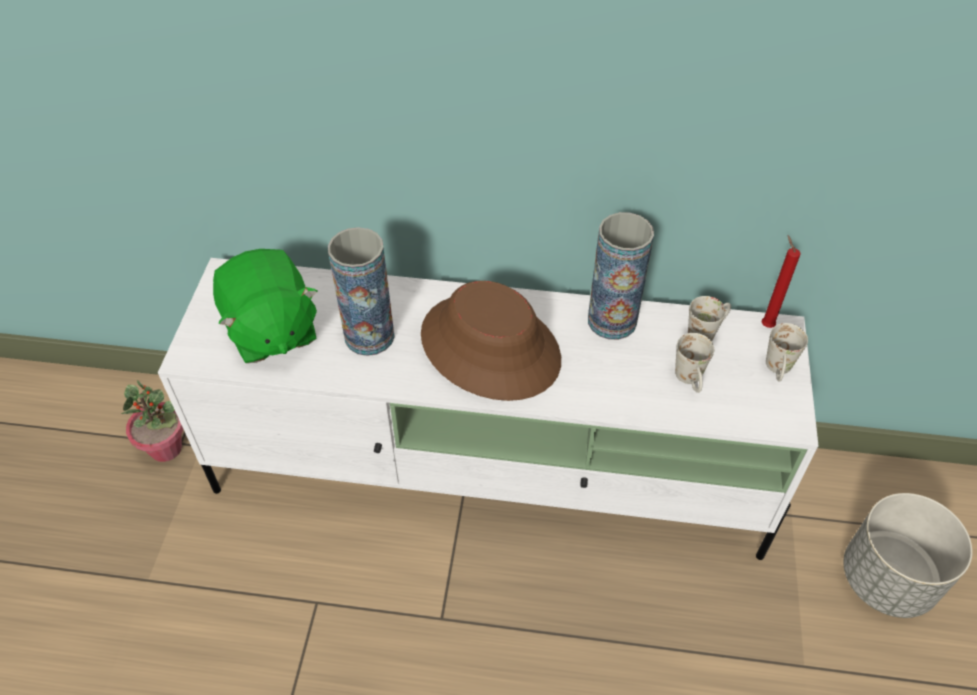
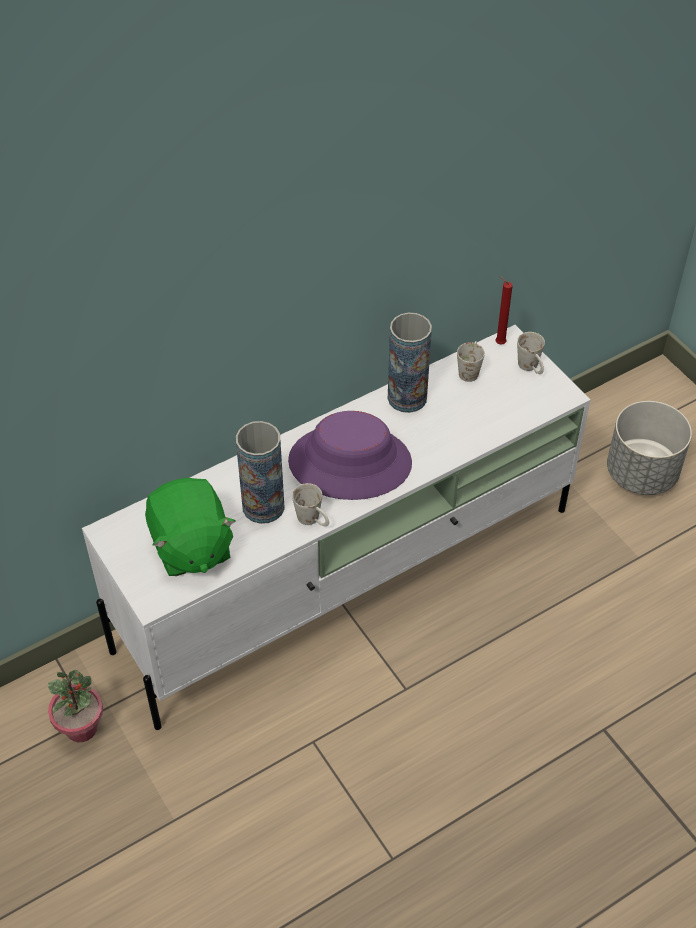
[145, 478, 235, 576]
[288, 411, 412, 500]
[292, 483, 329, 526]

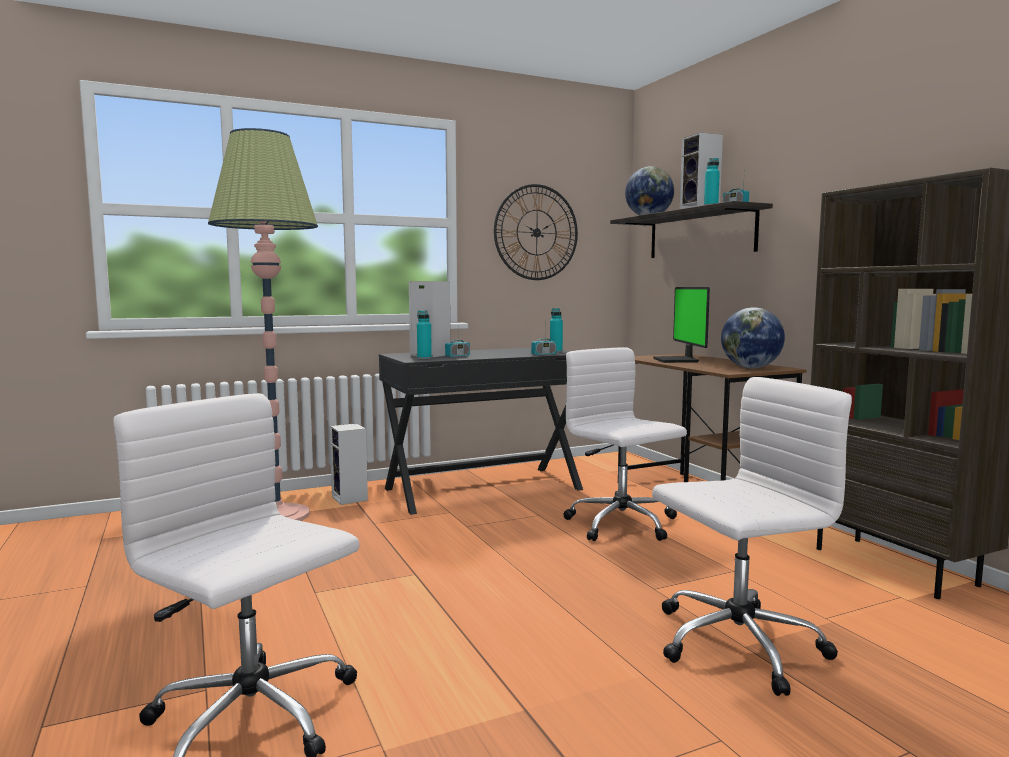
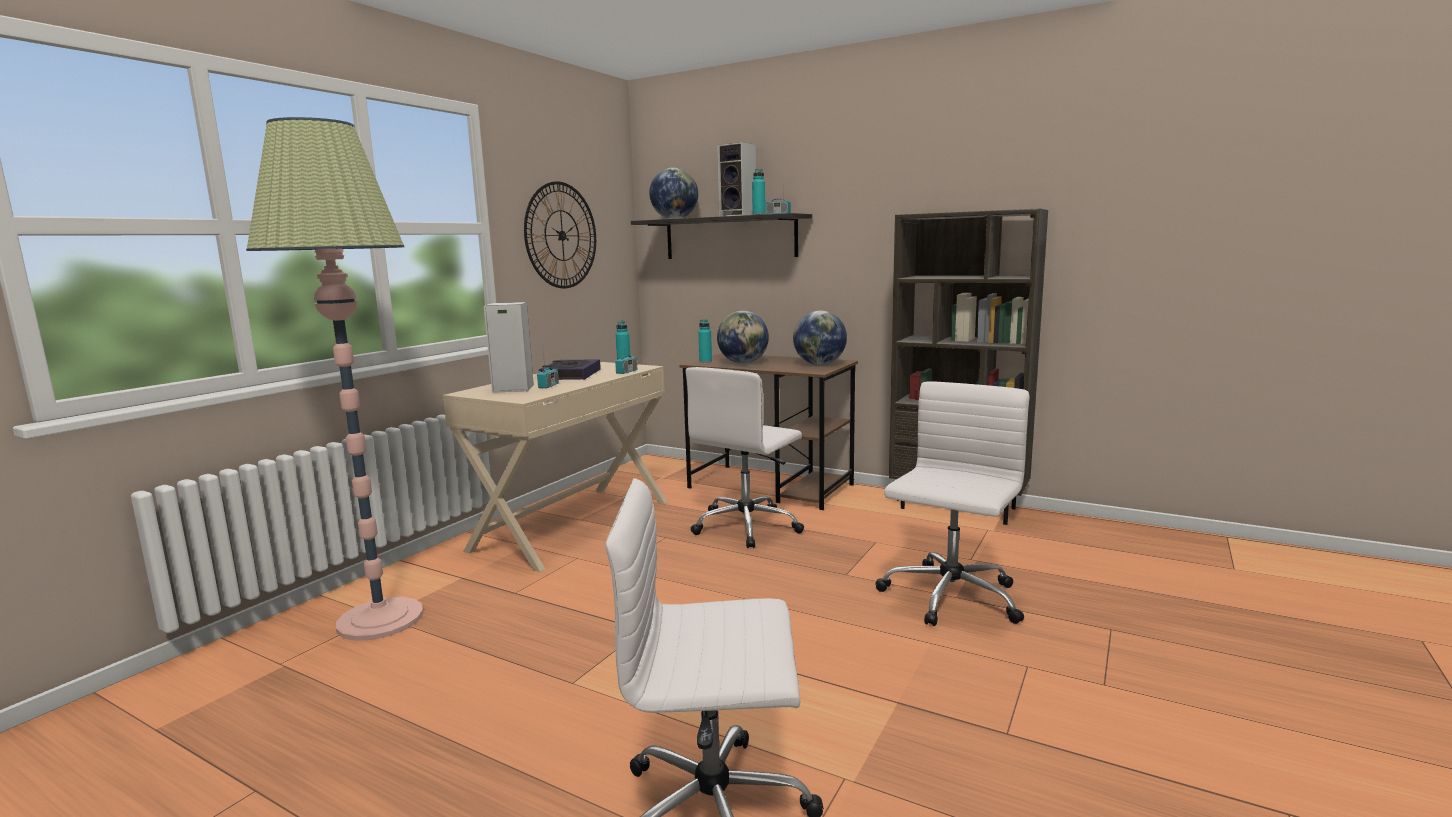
[330, 423, 368, 505] (first image)
[443, 362, 668, 572]
[698, 319, 712, 363]
[686, 367, 804, 548]
[717, 311, 769, 364]
[539, 359, 601, 380]

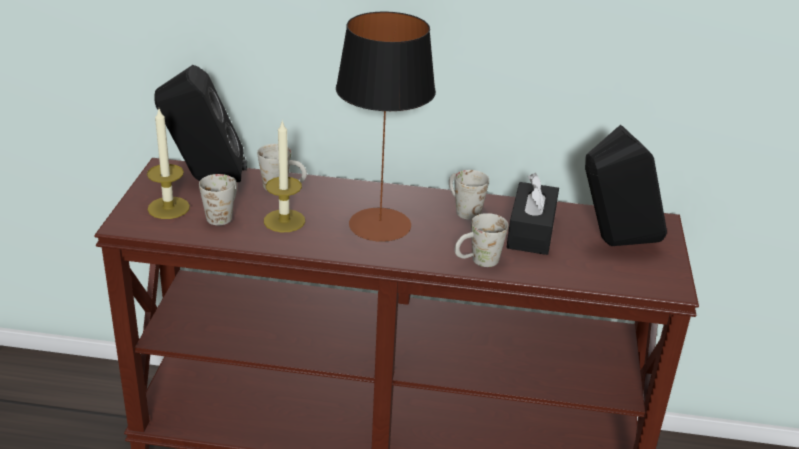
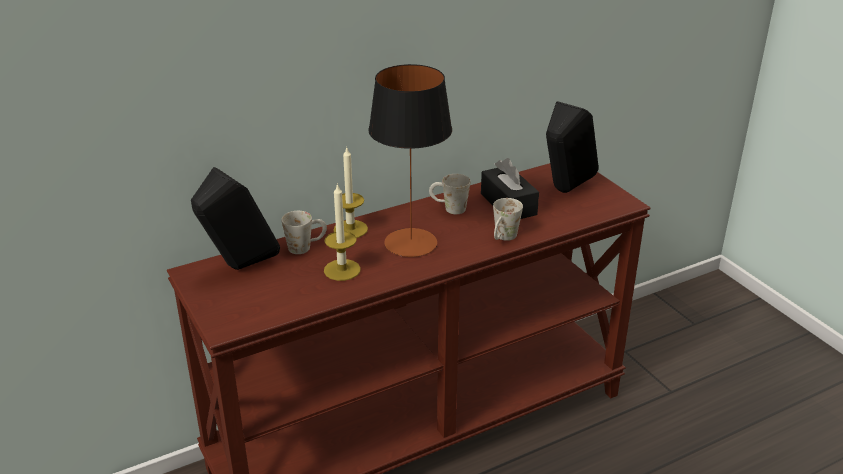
[333, 148, 368, 238]
[199, 174, 237, 225] (first image)

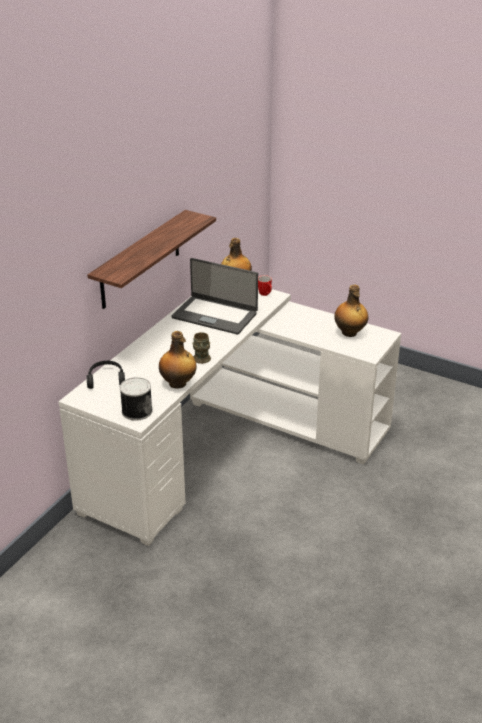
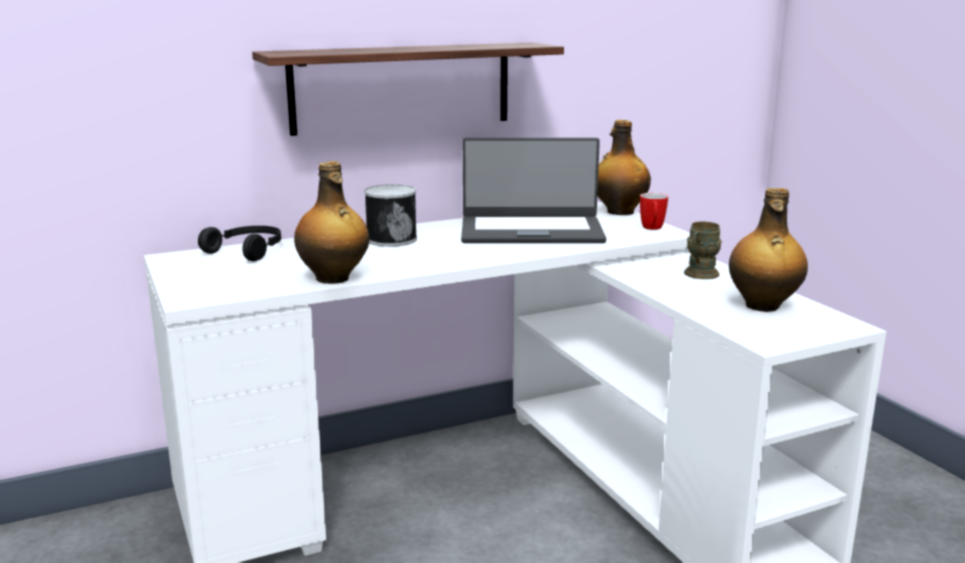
[364, 184, 417, 247]
[461, 138, 606, 243]
[684, 222, 722, 279]

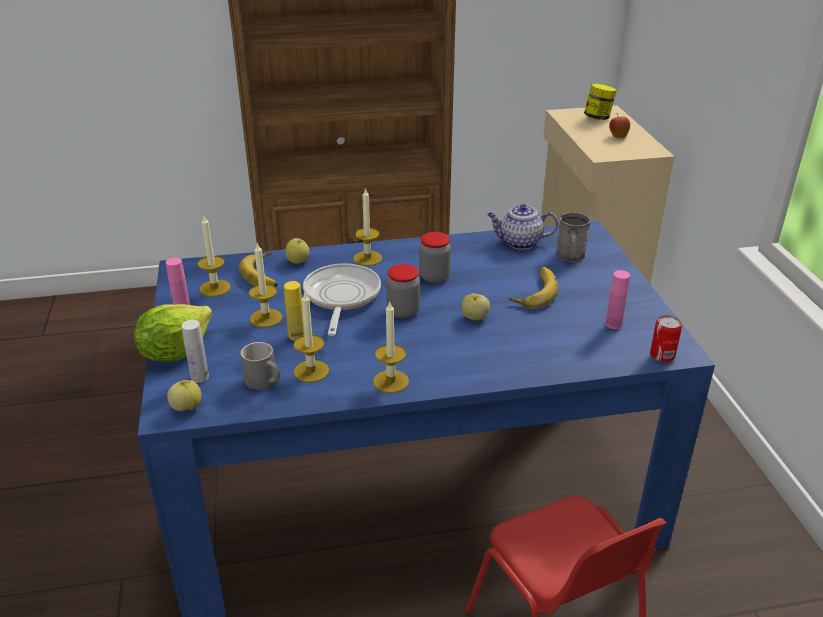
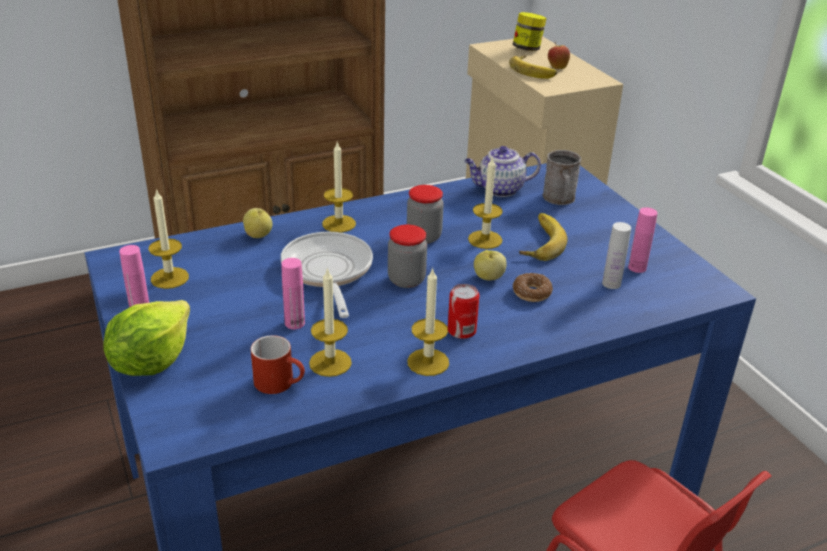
[167, 380, 202, 411] (first image)
[602, 222, 631, 289]
[509, 55, 557, 79]
[251, 335, 305, 394]
[468, 156, 503, 249]
[281, 258, 305, 329]
[448, 284, 479, 339]
[513, 273, 553, 302]

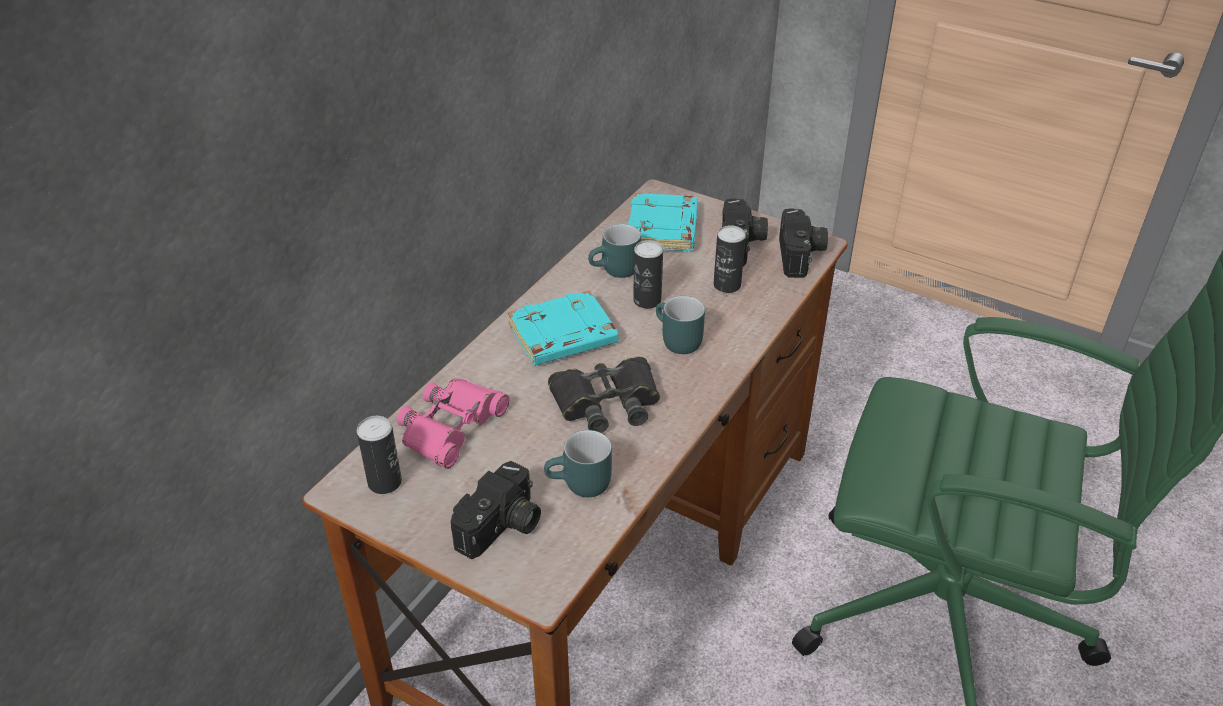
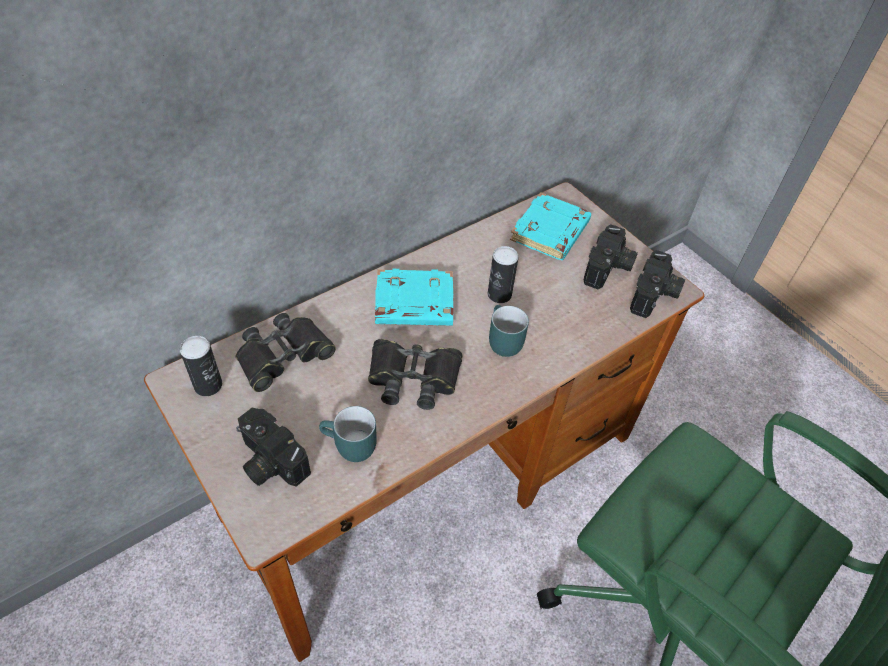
[235, 313, 336, 392]
[236, 408, 311, 487]
[588, 224, 641, 278] (first image)
[714, 225, 746, 293] (first image)

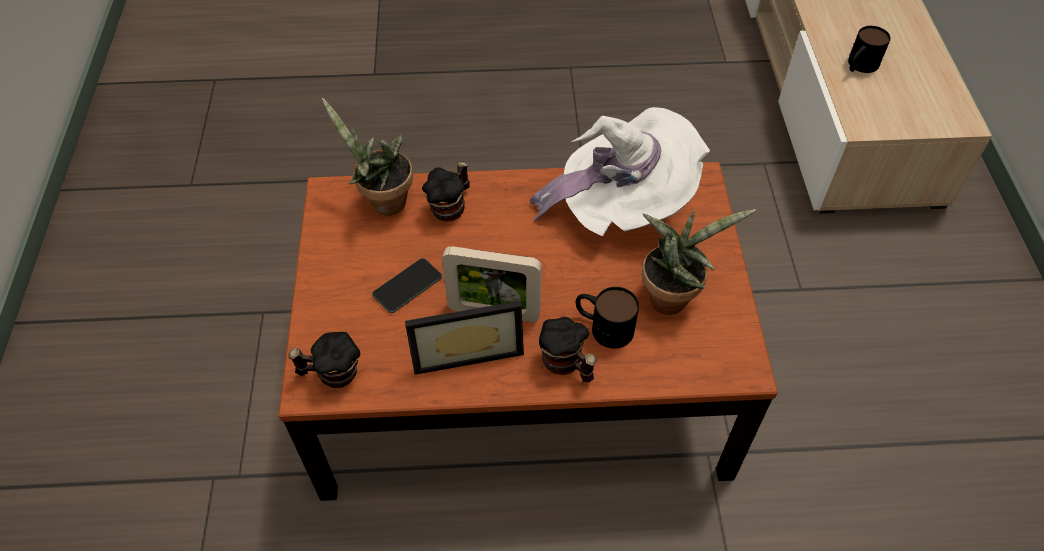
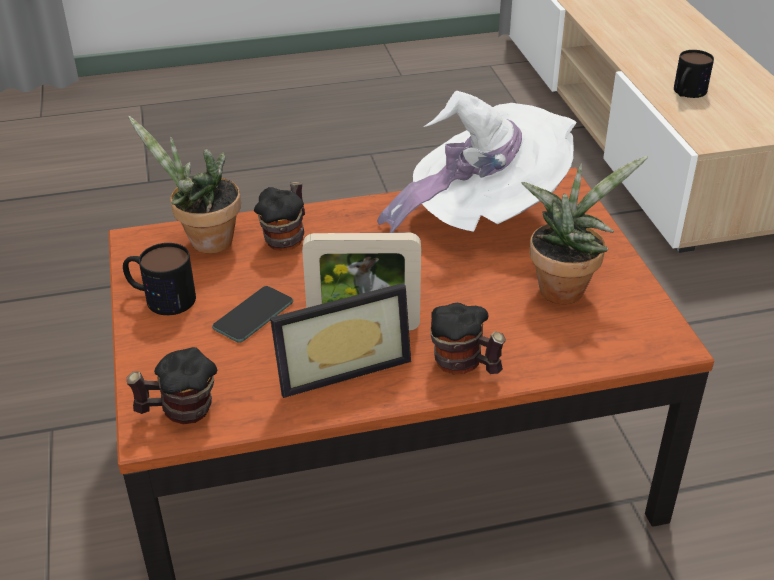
[123, 243, 196, 315]

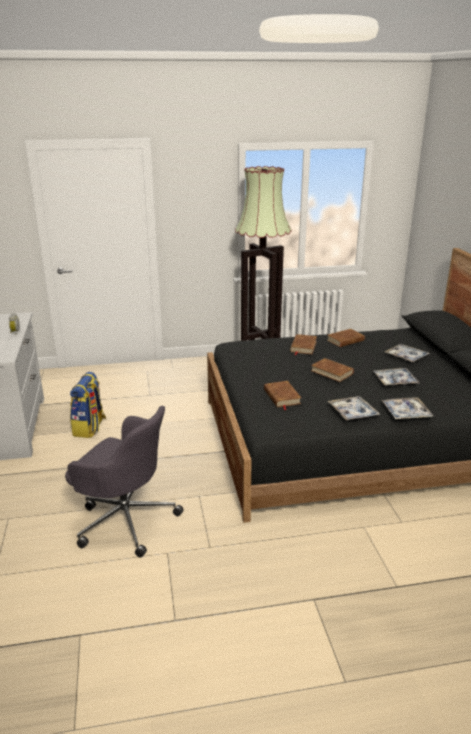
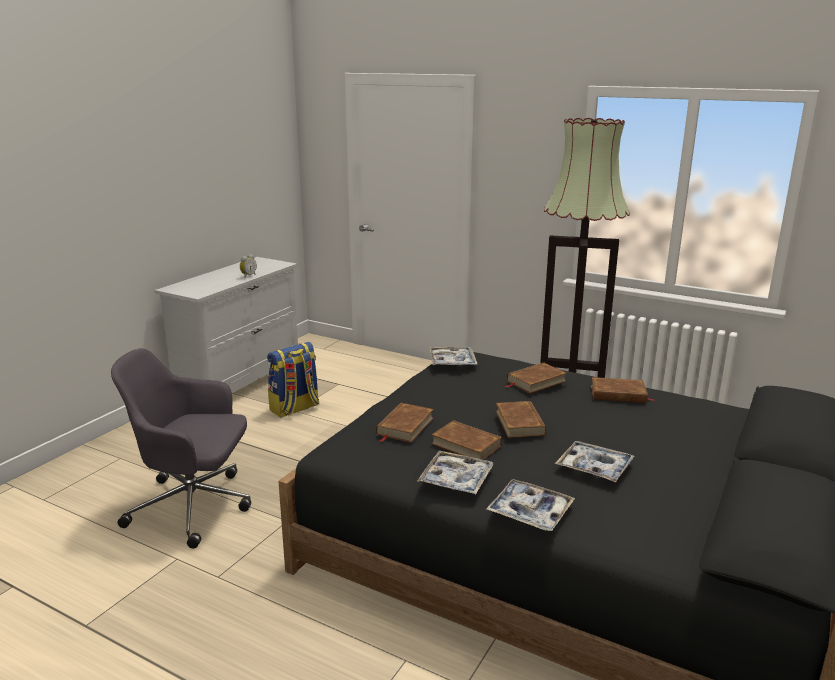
[111, 348, 251, 549]
[429, 347, 478, 366]
[431, 420, 502, 460]

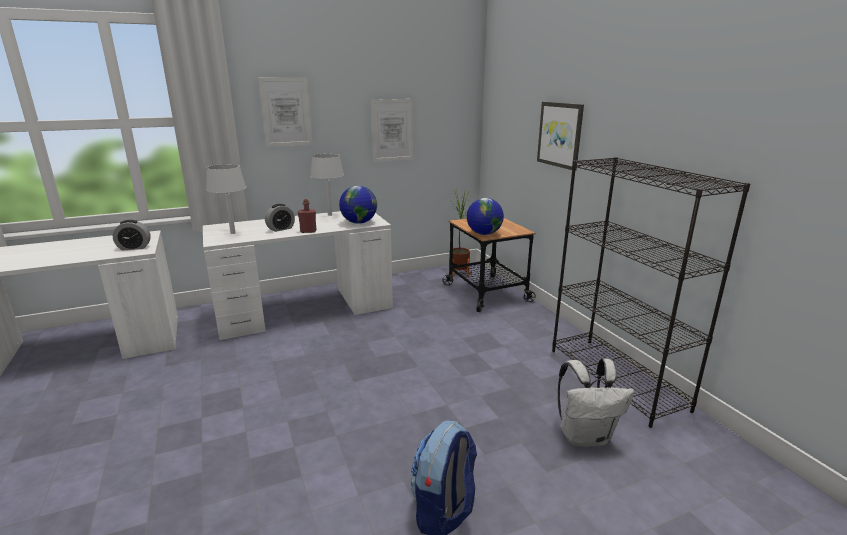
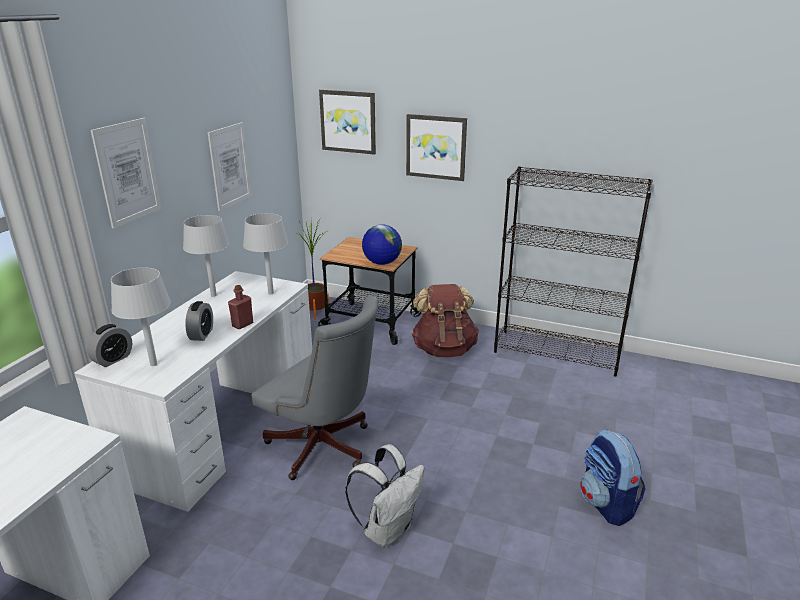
[87, 324, 132, 367]
[243, 213, 288, 294]
[345, 444, 424, 547]
[251, 296, 379, 480]
[319, 90, 376, 155]
[412, 284, 479, 357]

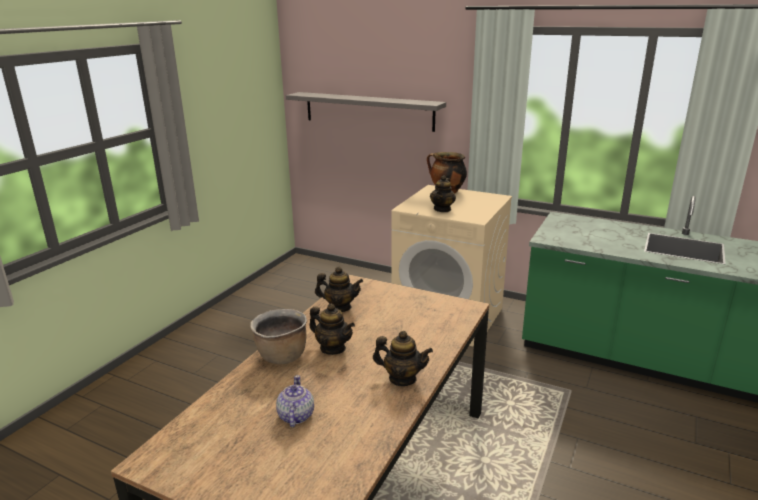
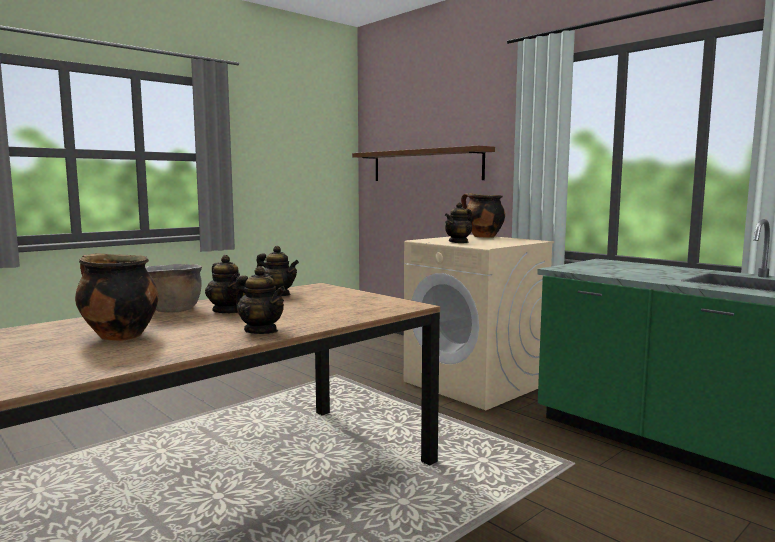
[75, 253, 158, 341]
[352, 145, 495, 181]

